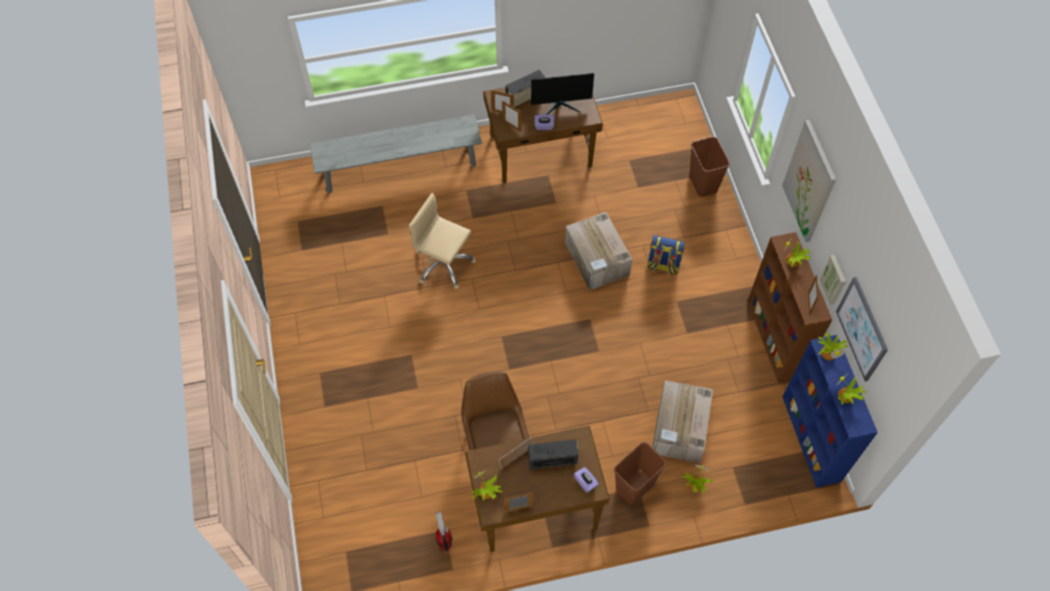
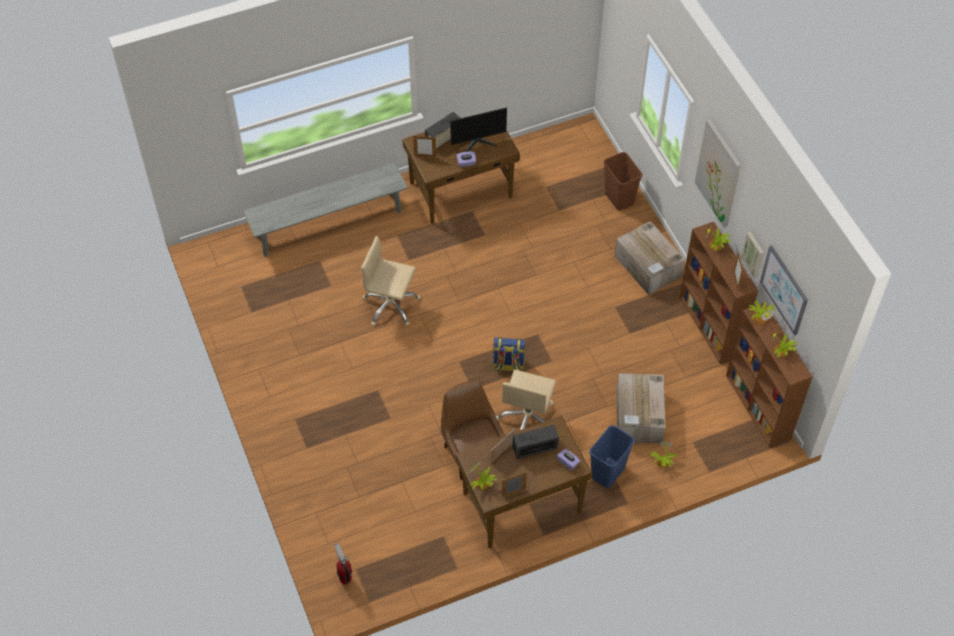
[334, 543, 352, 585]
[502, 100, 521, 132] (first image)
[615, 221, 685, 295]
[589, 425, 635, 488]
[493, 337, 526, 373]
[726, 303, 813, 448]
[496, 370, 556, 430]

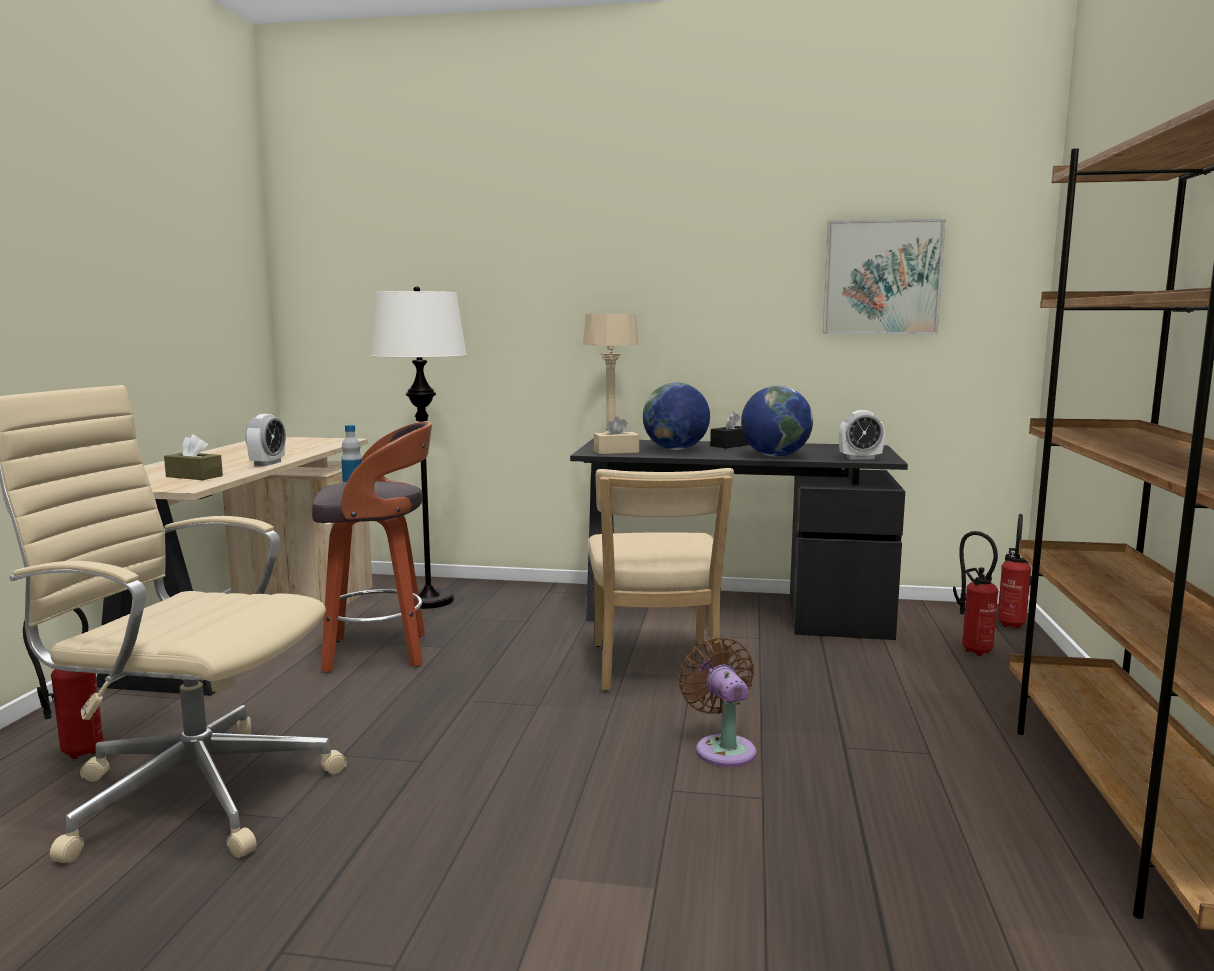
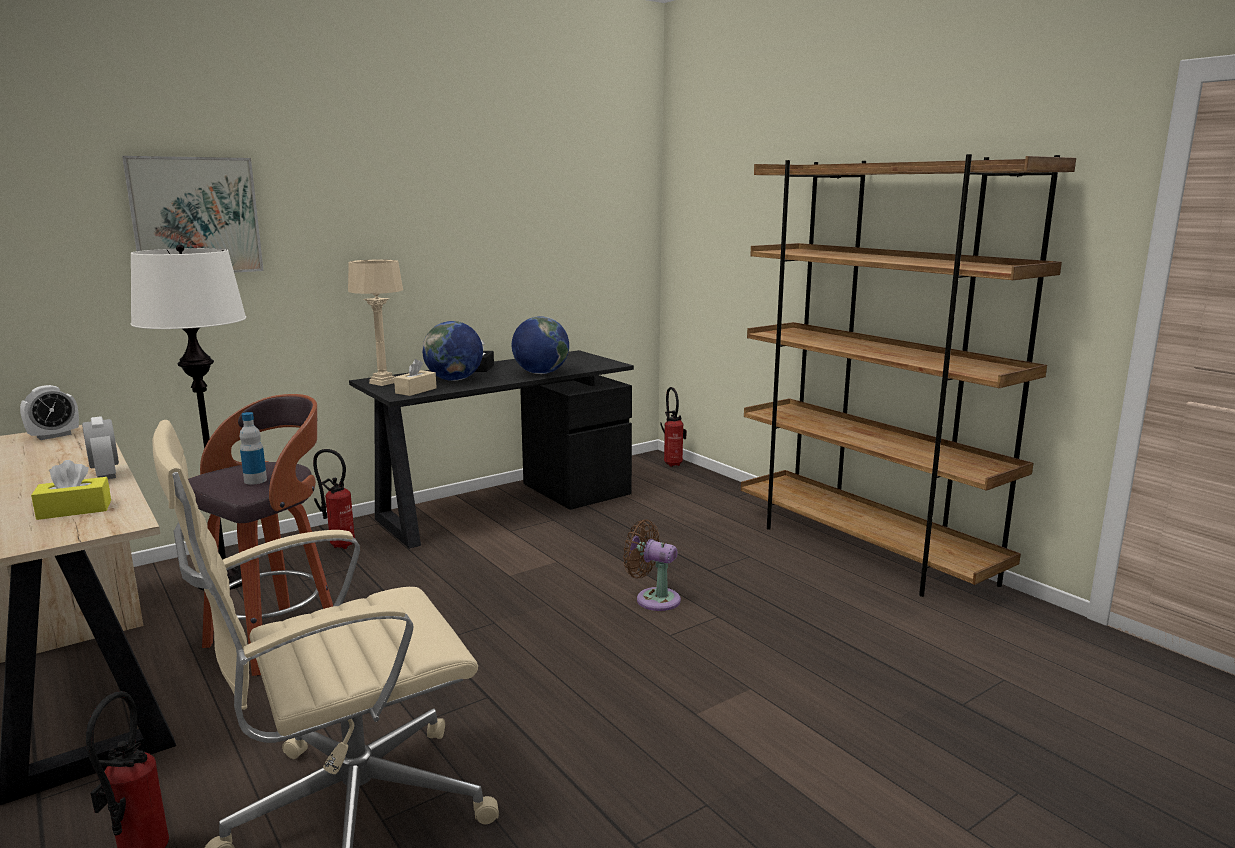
[31, 460, 111, 520]
[588, 468, 734, 691] (first image)
[122, 156, 264, 273]
[20, 385, 79, 440]
[313, 449, 355, 549]

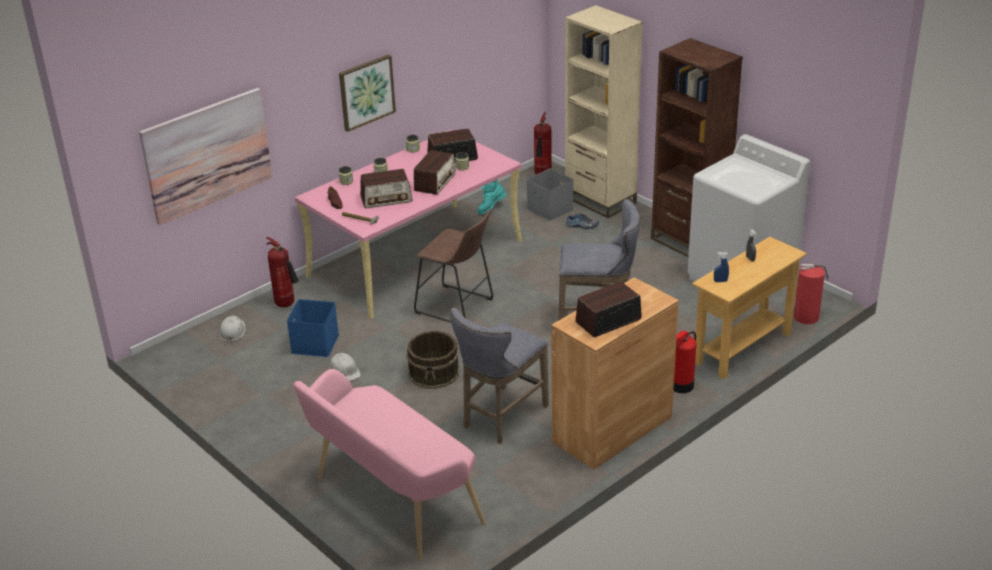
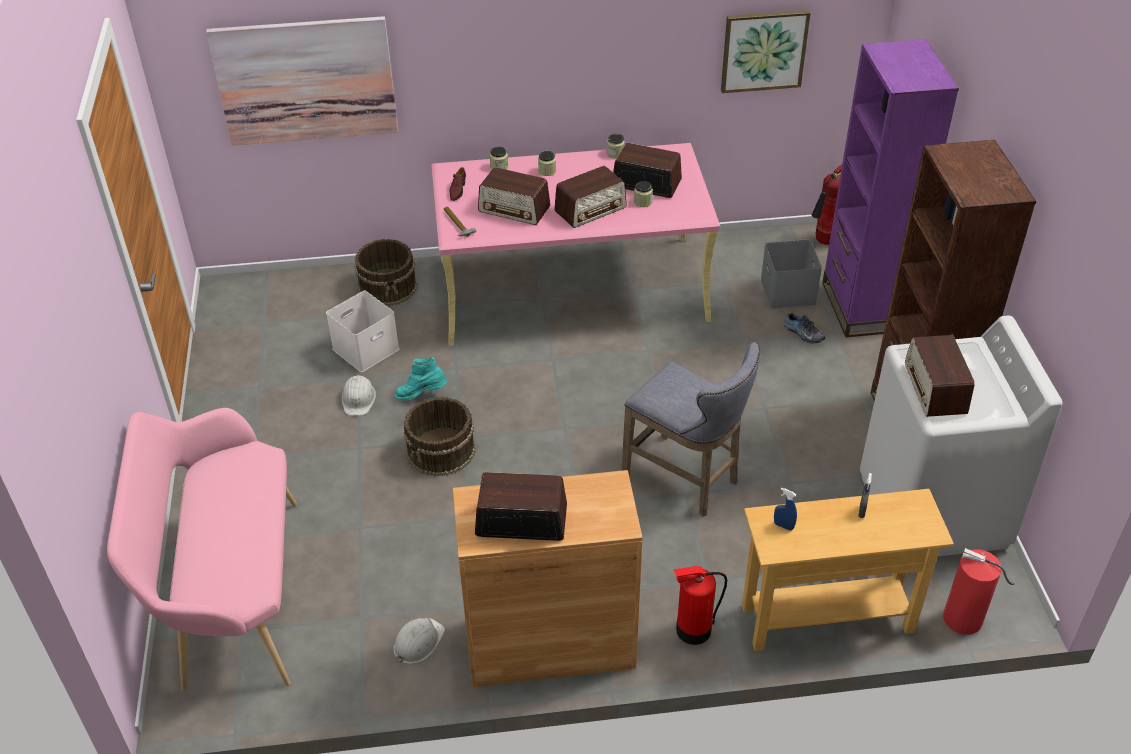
[394, 618, 445, 664]
[354, 239, 418, 306]
[326, 291, 399, 372]
[721, 10, 811, 93]
[414, 209, 493, 323] (first image)
[450, 308, 549, 444] (first image)
[395, 357, 447, 400]
[822, 39, 959, 337]
[905, 335, 975, 417]

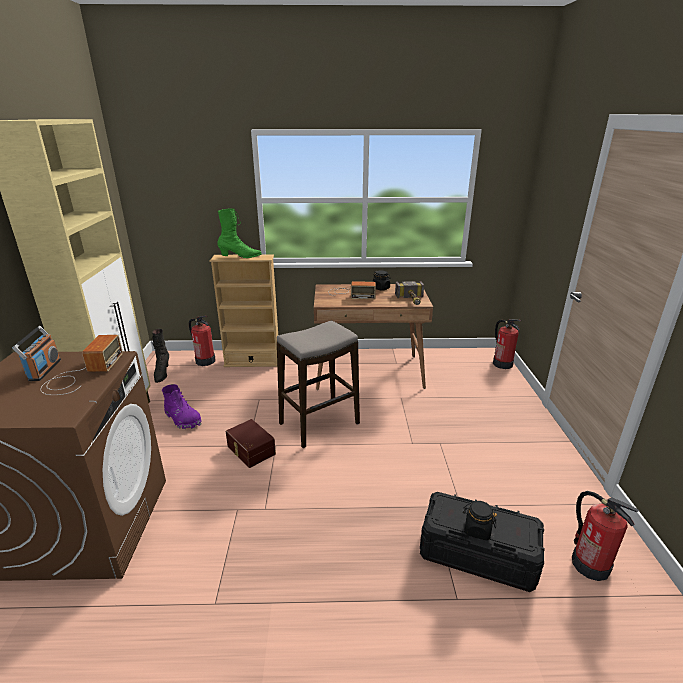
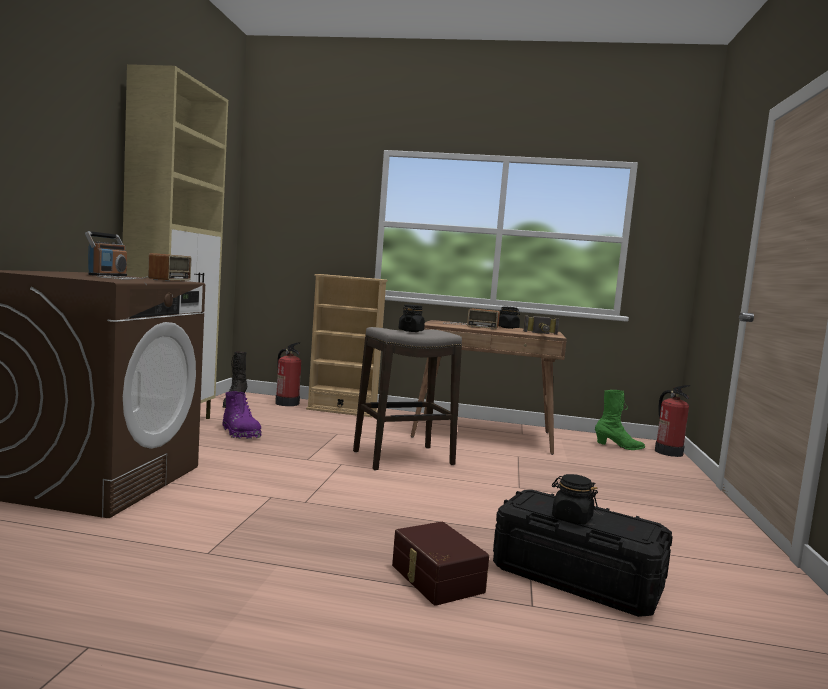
[595, 390, 645, 450]
[392, 522, 489, 606]
[572, 491, 640, 581] (first image)
[399, 304, 425, 332]

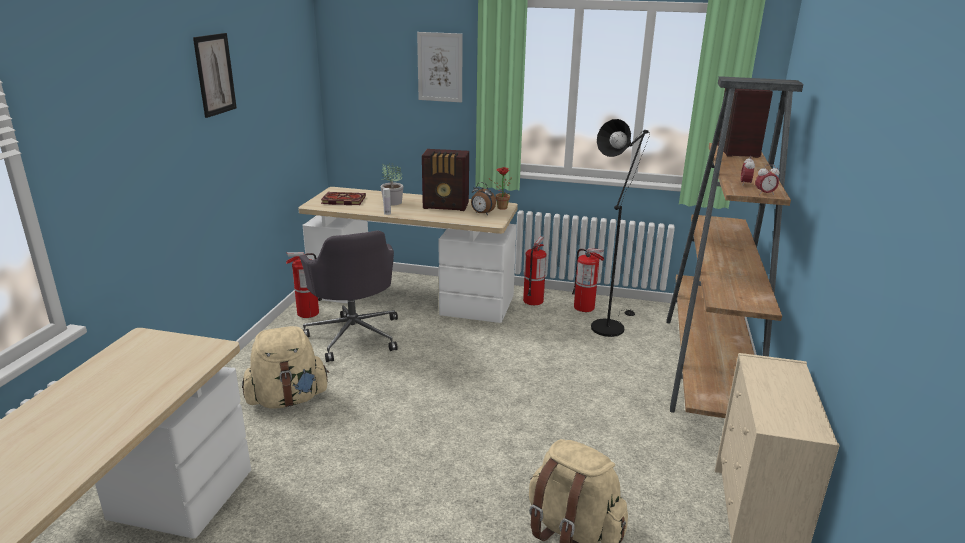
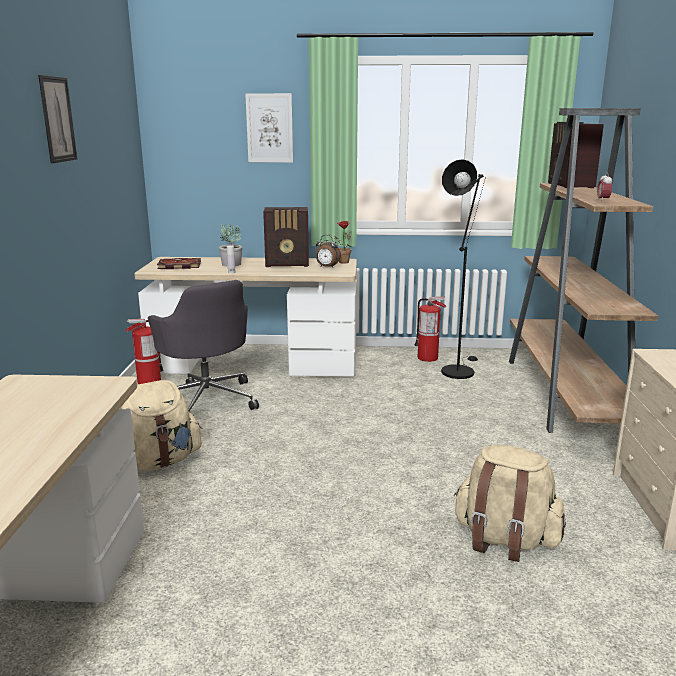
[523, 236, 547, 305] (first image)
[755, 165, 779, 195] (first image)

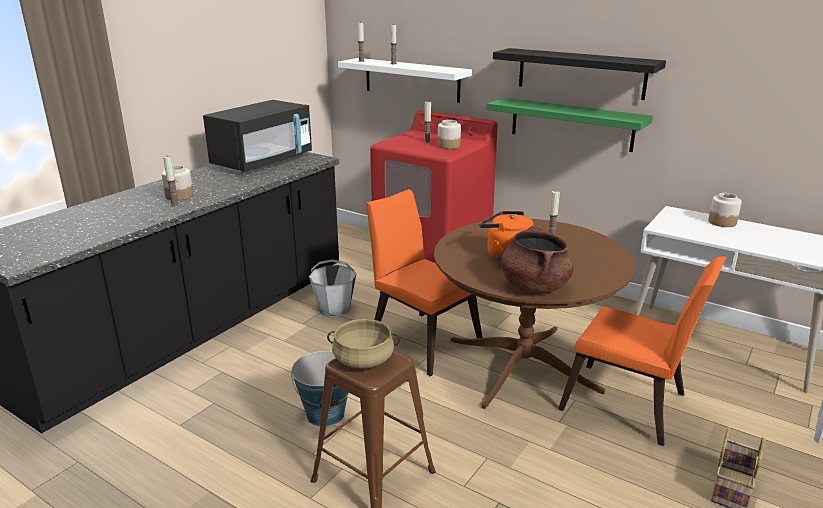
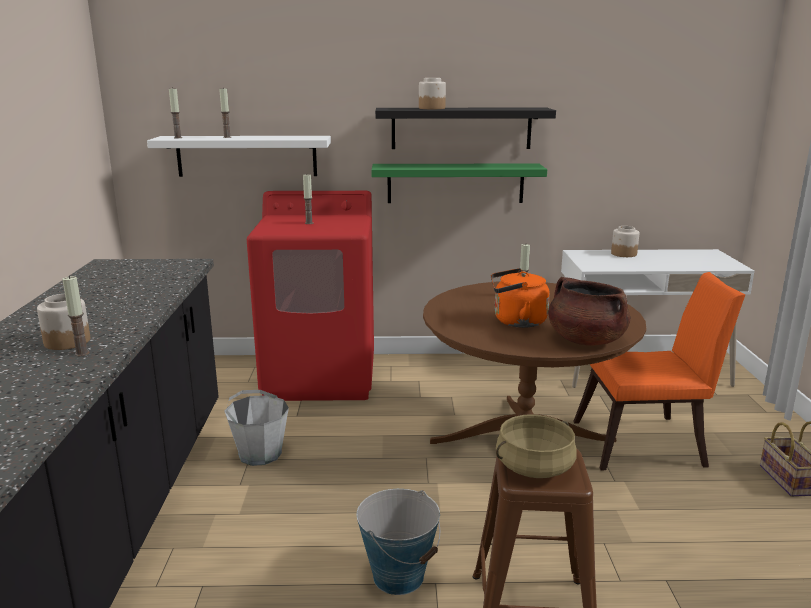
[203, 100, 312, 173] (first image)
[366, 189, 483, 377] (first image)
[419, 78, 446, 109]

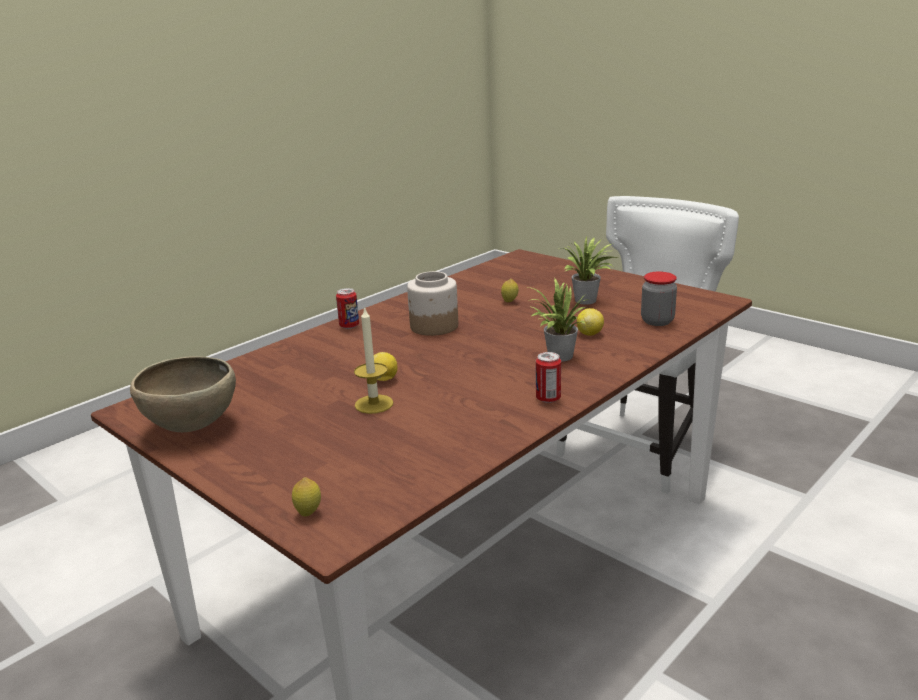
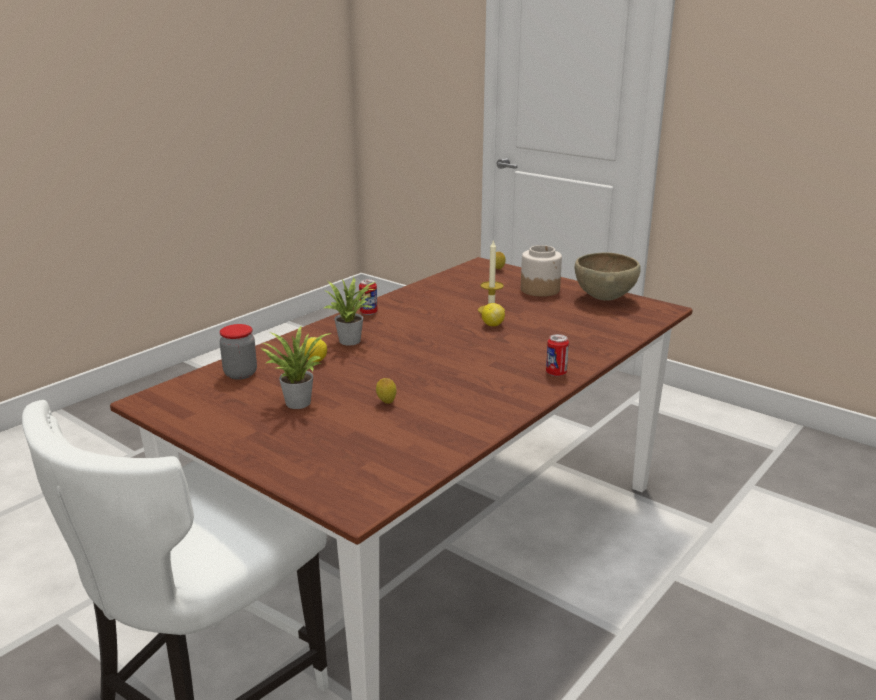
[521, 245, 562, 297]

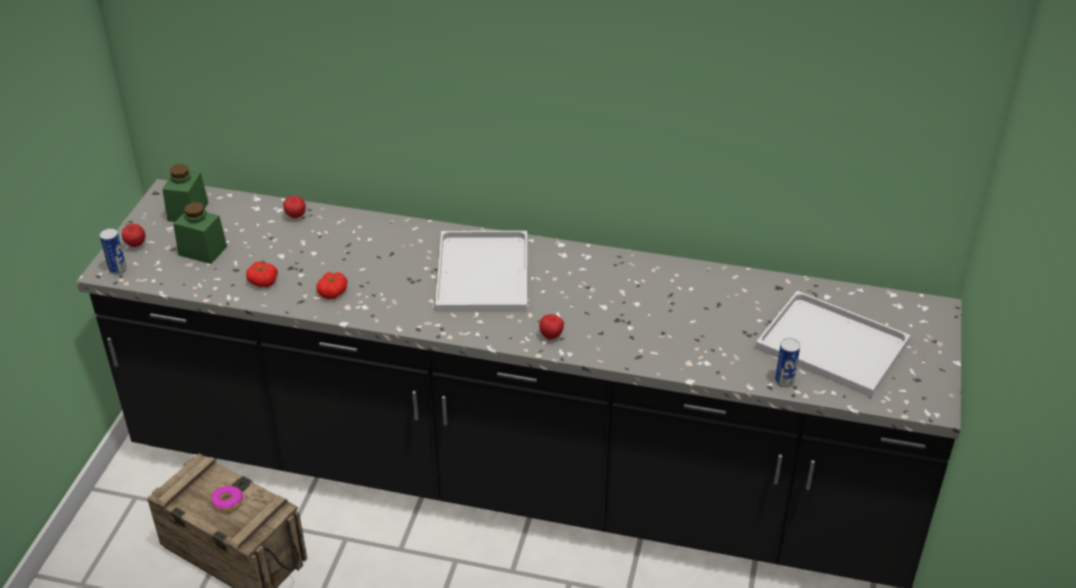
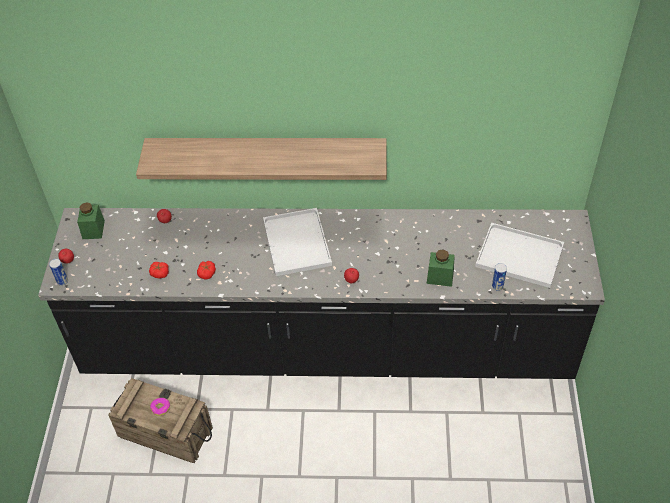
[426, 249, 455, 287]
[136, 138, 387, 180]

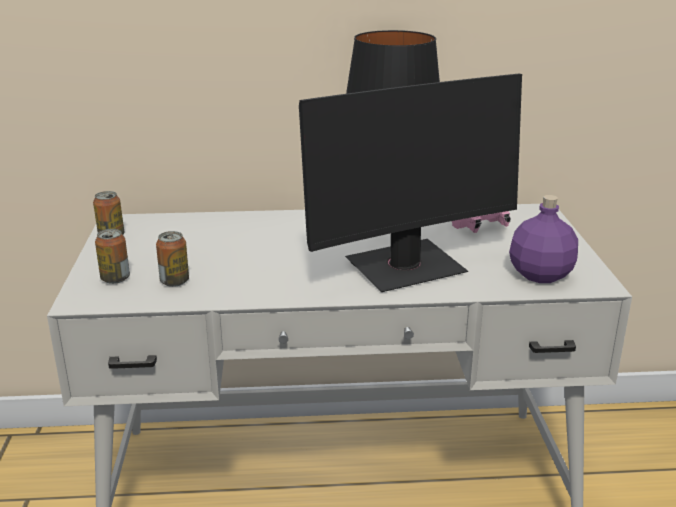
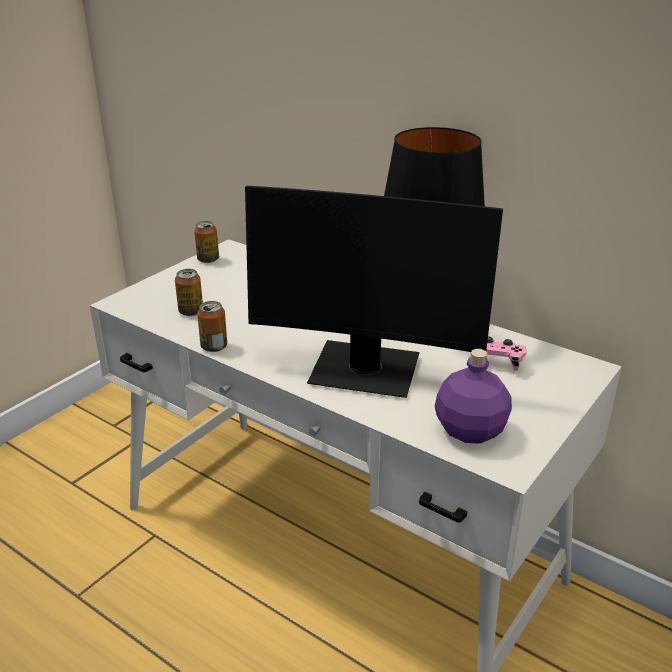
[197, 301, 227, 352]

